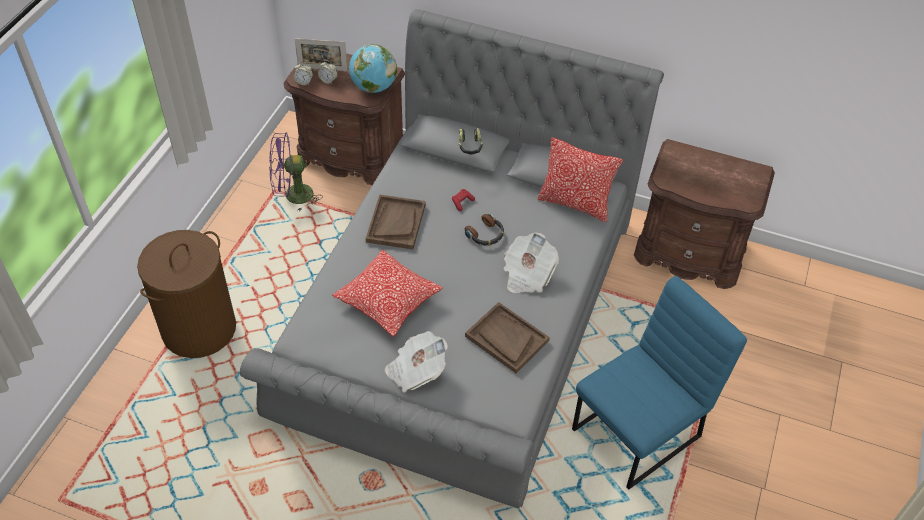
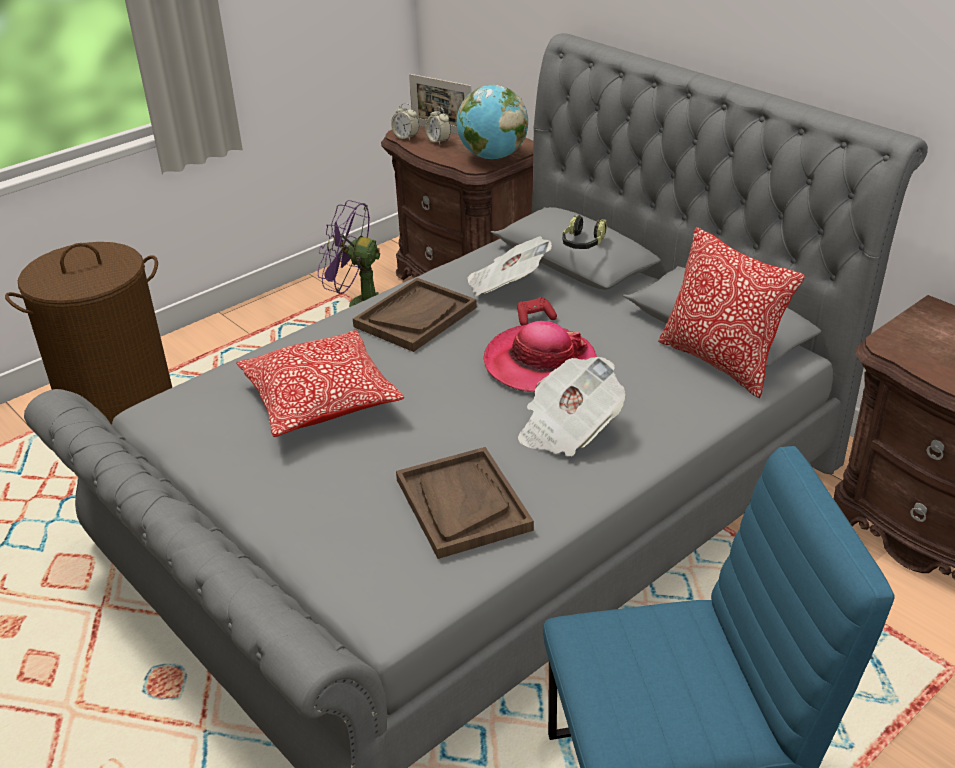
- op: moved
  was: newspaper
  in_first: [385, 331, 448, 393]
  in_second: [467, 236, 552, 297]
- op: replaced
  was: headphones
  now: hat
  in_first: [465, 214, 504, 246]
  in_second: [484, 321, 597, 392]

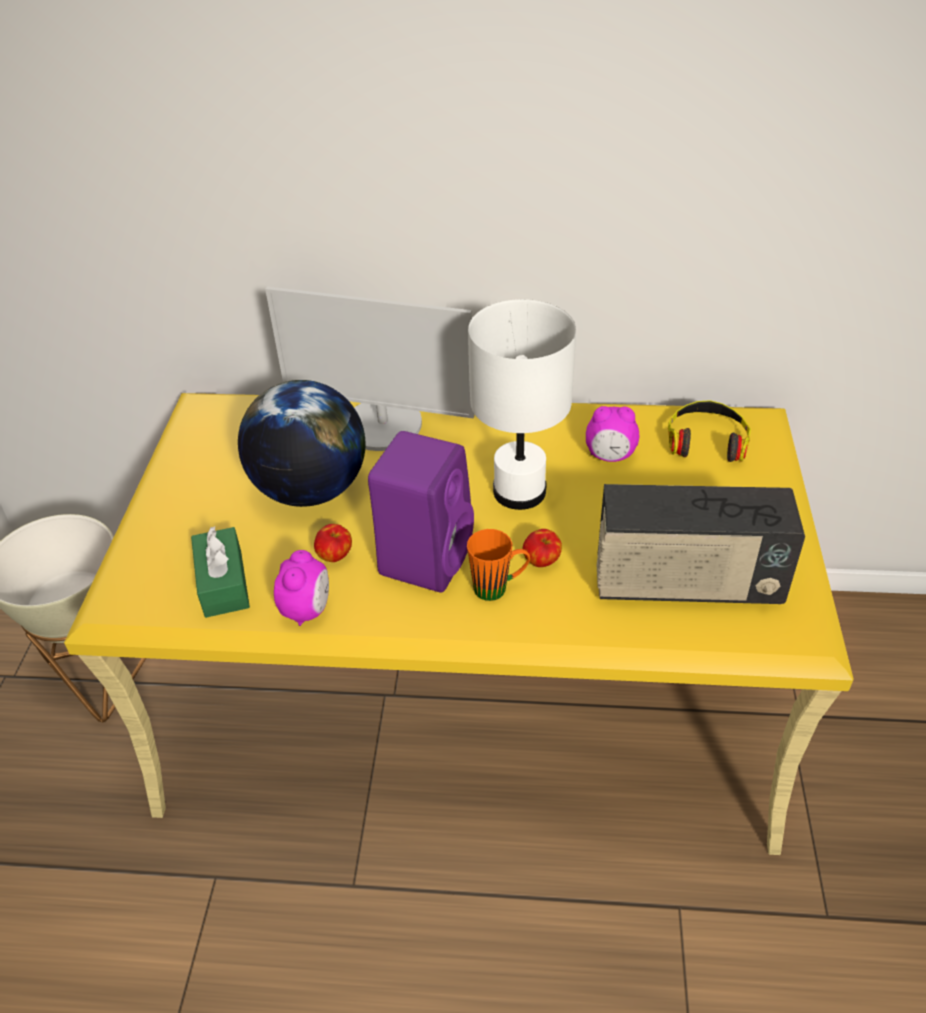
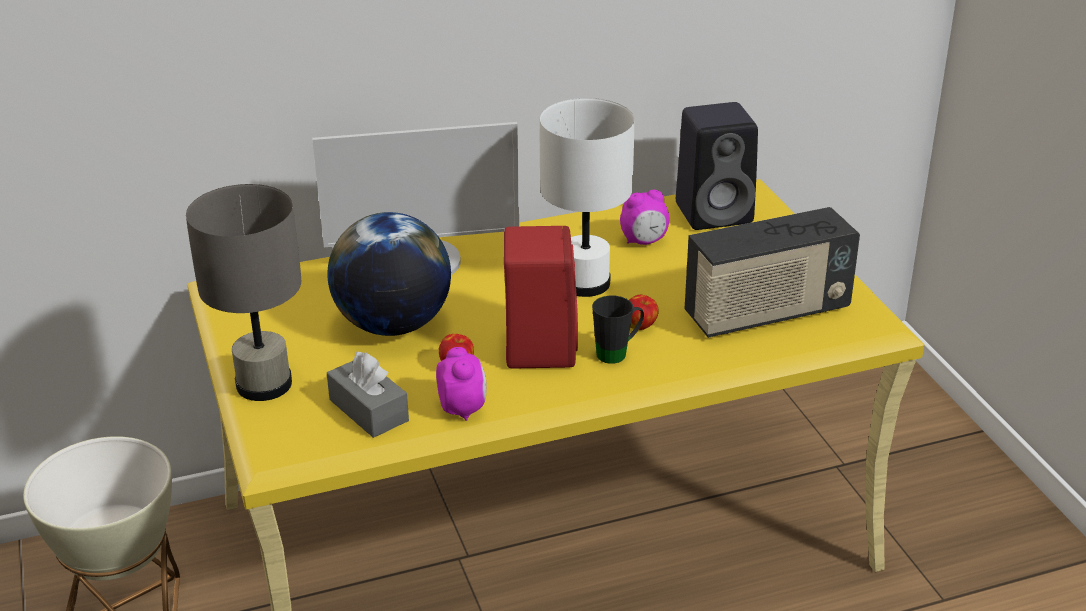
- op: added
  now: grey table lamp
  in_second: [186, 184, 301, 401]
- op: recoloured
  was: green tissue box
  now: grey tissue box
  in_first: [191, 526, 250, 618]
  in_second: [327, 352, 409, 438]
- op: recoloured
  was: purple speaker
  now: red speaker
  in_first: [368, 431, 474, 593]
  in_second: [504, 226, 578, 368]
- op: recoloured
  was: orange mug
  now: black mug
  in_first: [467, 529, 530, 601]
  in_second: [592, 296, 644, 364]
- op: replaced
  was: headphones
  now: black speaker
  in_first: [668, 400, 751, 462]
  in_second: [676, 102, 758, 230]

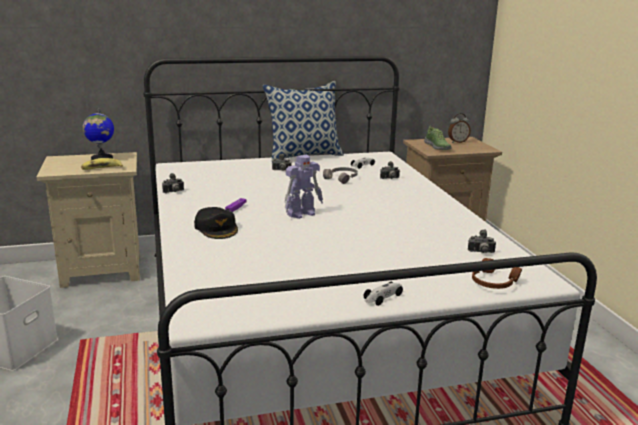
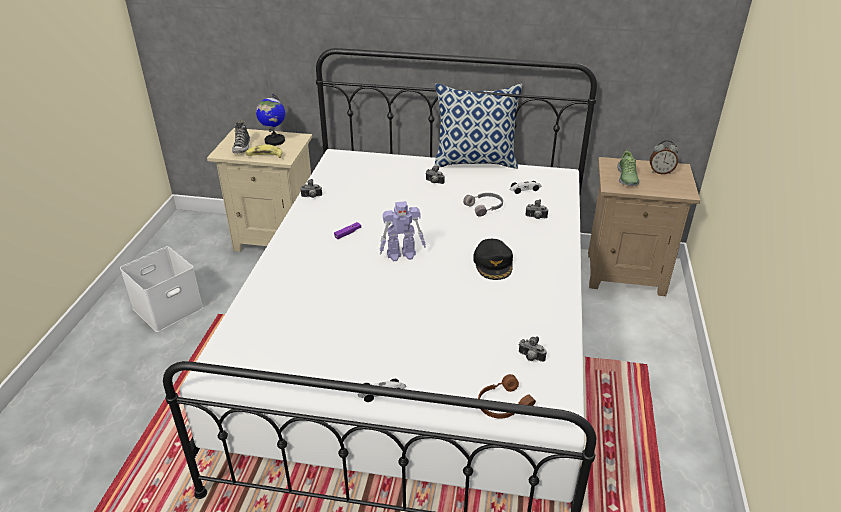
- op: added
  now: shoe
  in_second: [232, 120, 250, 153]
- op: moved
  was: black cap
  in_first: [194, 207, 238, 239]
  in_second: [473, 239, 513, 280]

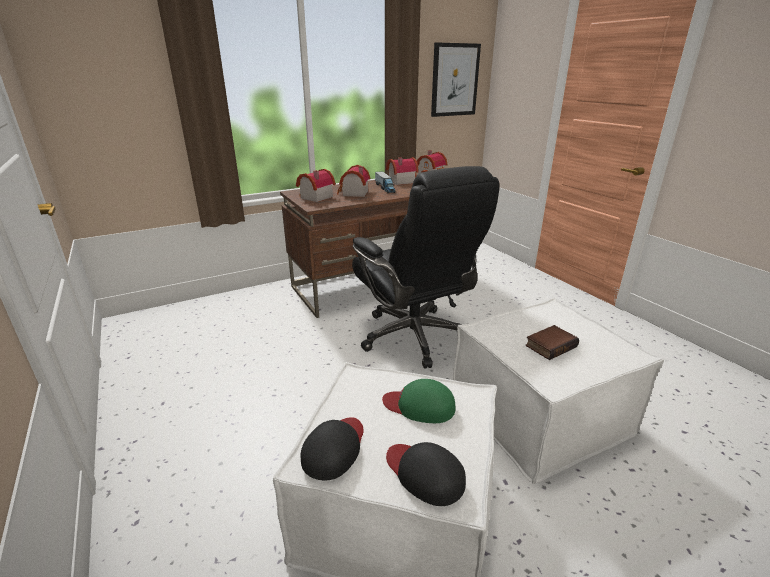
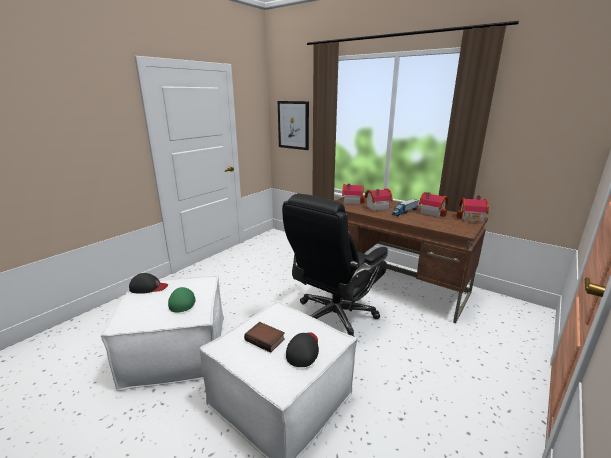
- op: moved
  was: picture
  in_first: [431, 42, 481, 117]
  in_second: [278, 101, 309, 150]
- op: moved
  was: black cap
  in_first: [386, 442, 466, 506]
  in_second: [286, 332, 319, 367]

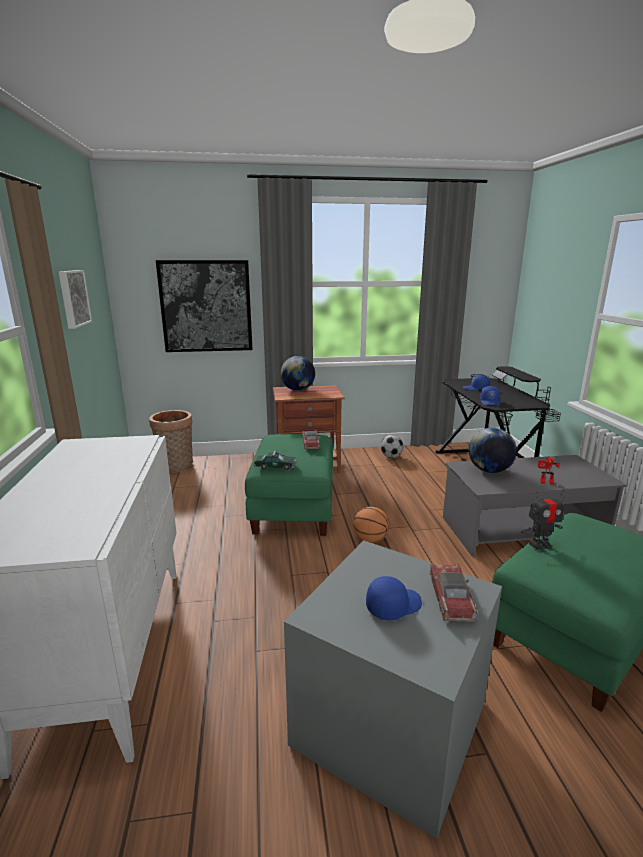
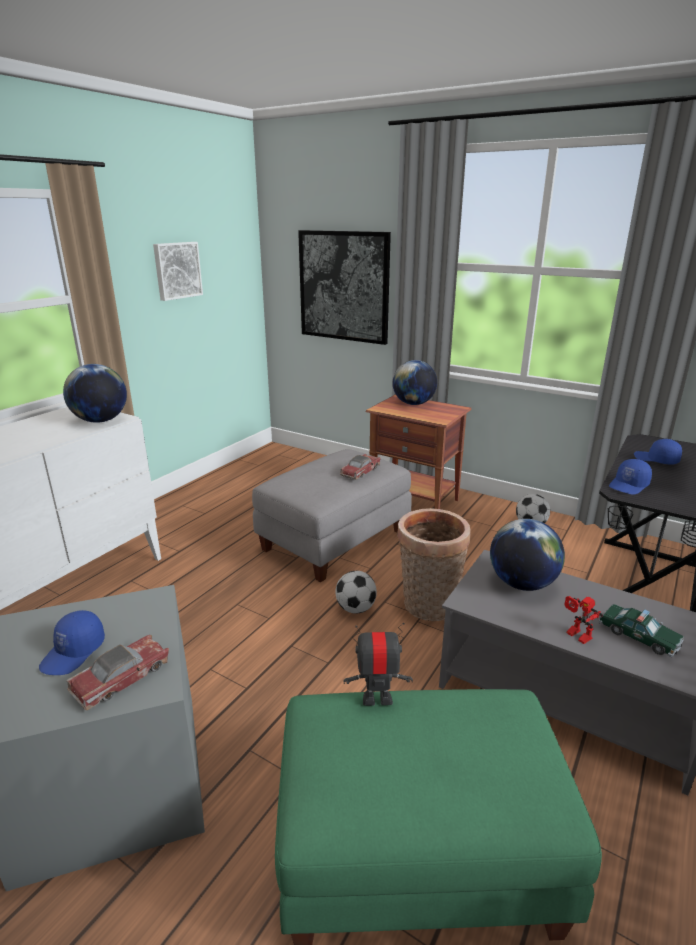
- op: turned
  was: blue cap
  in_first: [366, 576, 422, 620]
  in_second: [39, 610, 105, 675]
  clockwise: 105
- op: added
  now: globe
  in_second: [63, 364, 127, 423]
- op: recoloured
  was: green ottoman
  now: grey ottoman
  in_first: [245, 434, 333, 536]
  in_second: [252, 449, 412, 582]
- op: replaced
  was: basketball
  now: football
  in_first: [353, 507, 390, 543]
  in_second: [336, 571, 377, 614]
- op: turned
  was: toy robot
  in_first: [521, 490, 565, 550]
  in_second: [344, 622, 413, 706]
  clockwise: 150
- op: moved
  was: basket
  in_first: [149, 410, 193, 473]
  in_second: [397, 508, 471, 621]
- op: moved
  was: toy car
  in_first: [254, 451, 296, 470]
  in_second: [599, 604, 684, 657]

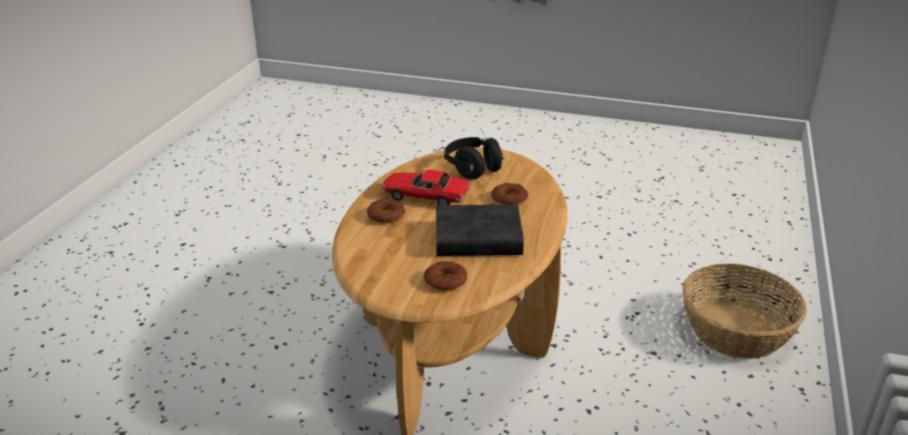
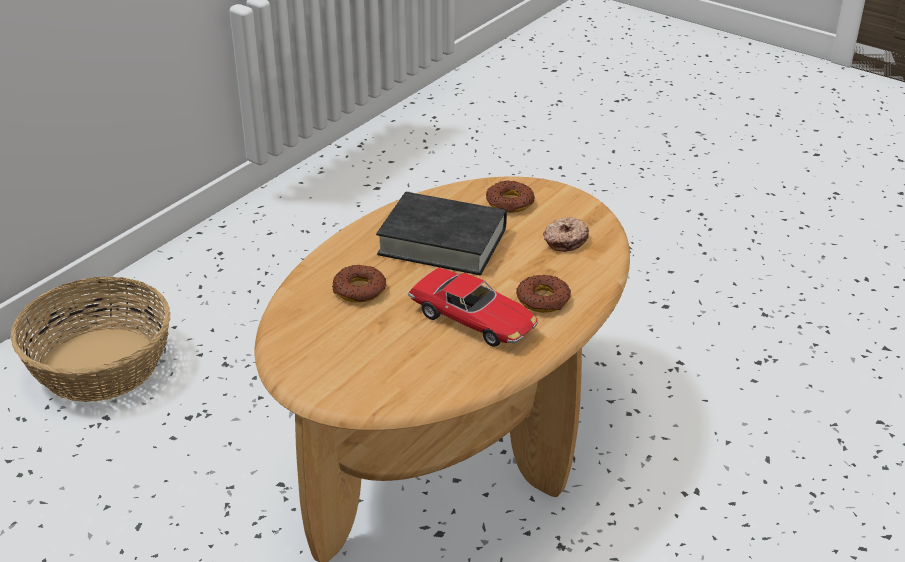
- op: added
  now: donut
  in_second: [543, 217, 589, 252]
- op: removed
  was: black headphones
  in_first: [444, 137, 504, 179]

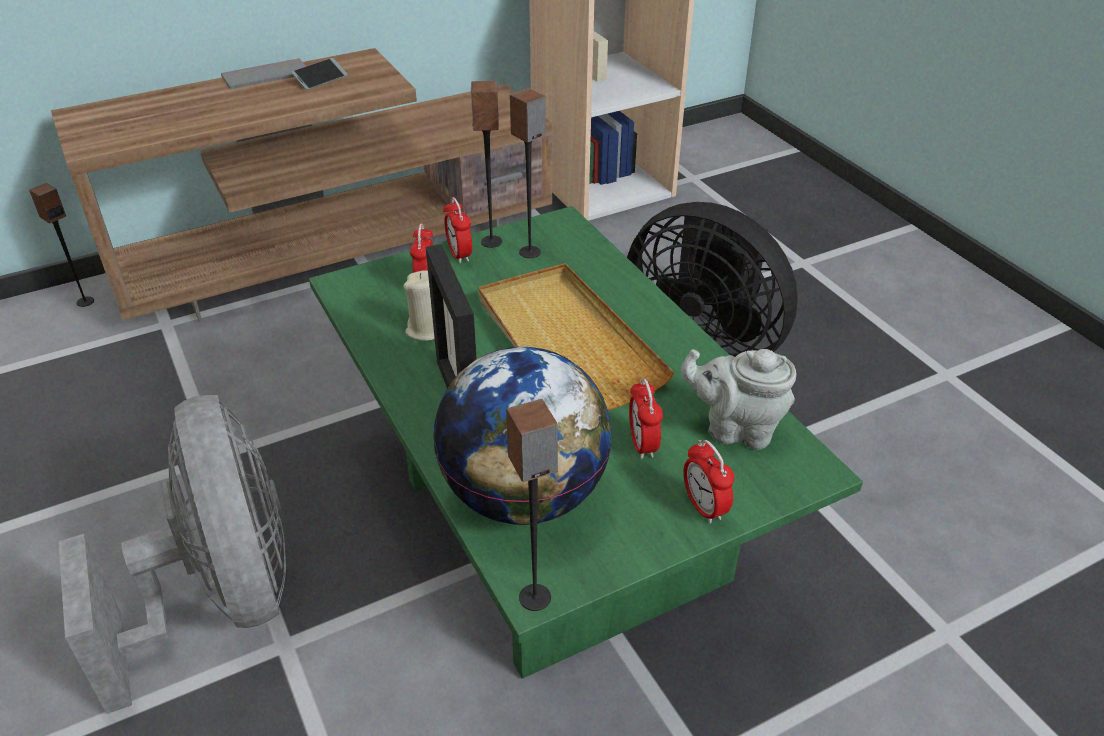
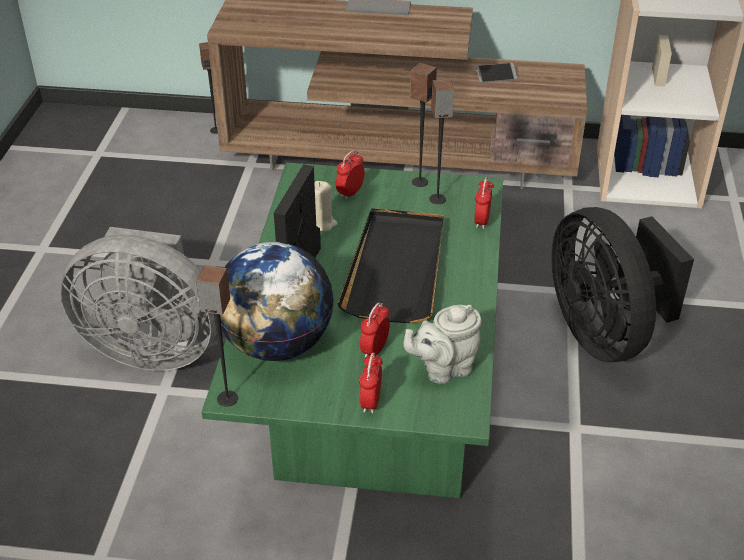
- op: turned
  was: grey fan
  in_first: [59, 395, 286, 714]
  in_second: [60, 227, 216, 371]
  clockwise: 90
- op: recoloured
  was: beige tray
  now: black tray
  in_first: [478, 263, 674, 410]
  in_second: [337, 208, 444, 323]
- op: turned
  was: grey teapot
  in_first: [681, 349, 796, 450]
  in_second: [403, 305, 481, 384]
  clockwise: -75
- op: moved
  was: alarm clock
  in_first: [443, 197, 472, 263]
  in_second: [474, 177, 494, 229]
- op: moved
  was: phone
  in_first: [291, 58, 348, 90]
  in_second: [476, 63, 517, 83]

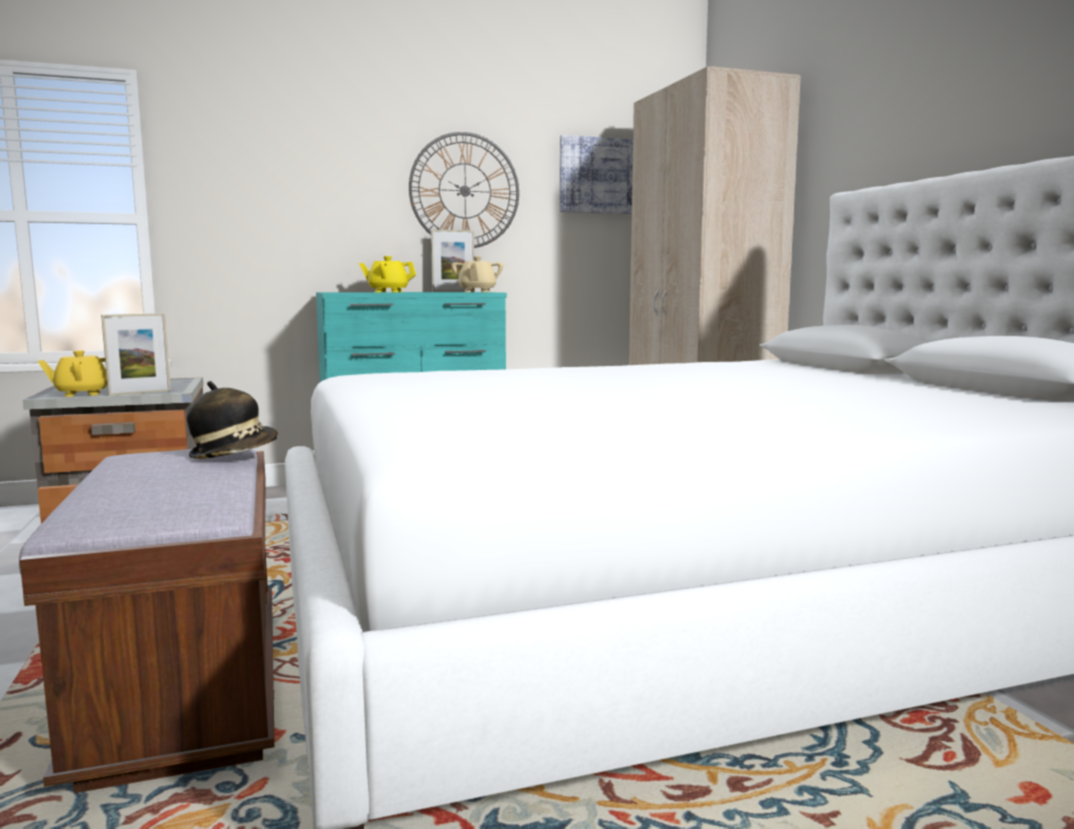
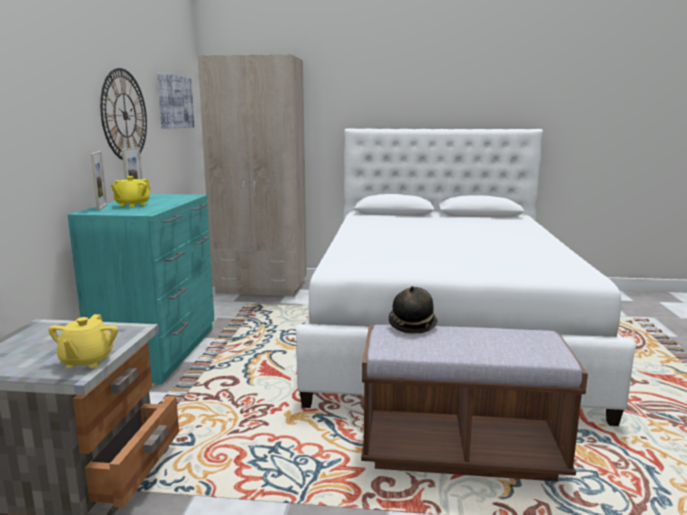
- op: moved
  was: picture frame
  in_first: [101, 313, 171, 396]
  in_second: [91, 151, 107, 211]
- op: removed
  was: beige teapot
  in_first: [451, 256, 503, 292]

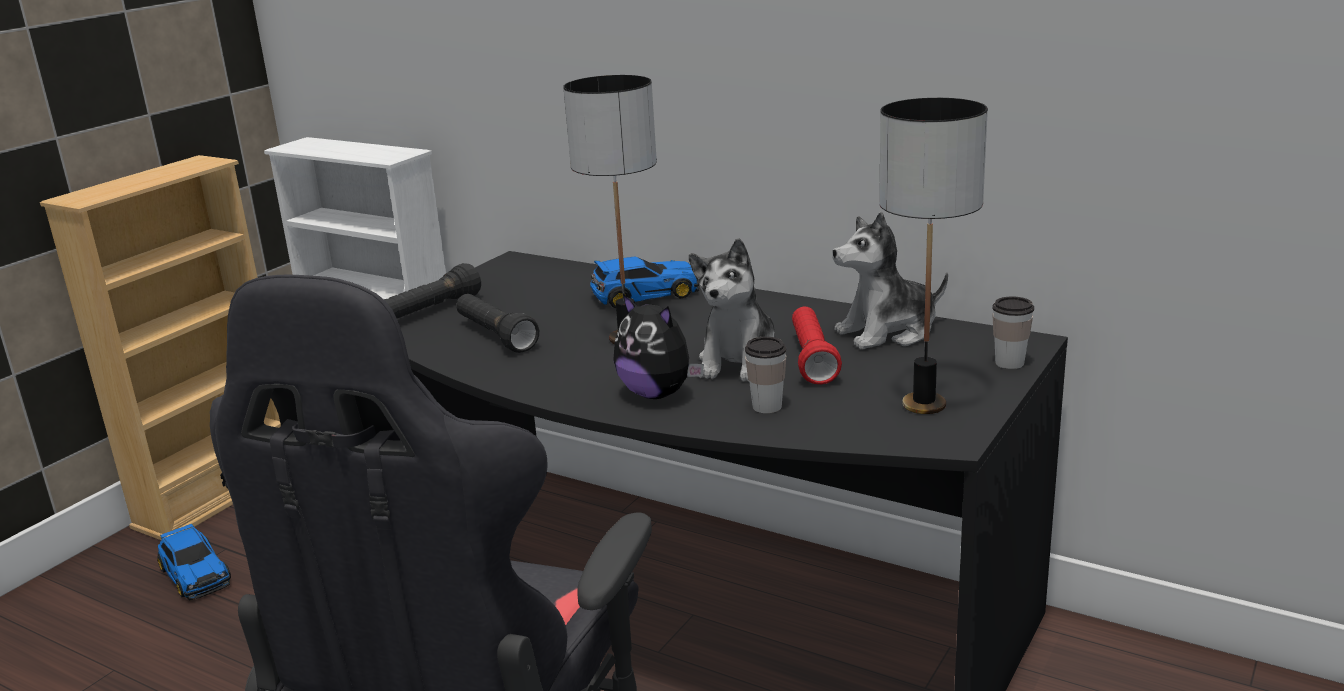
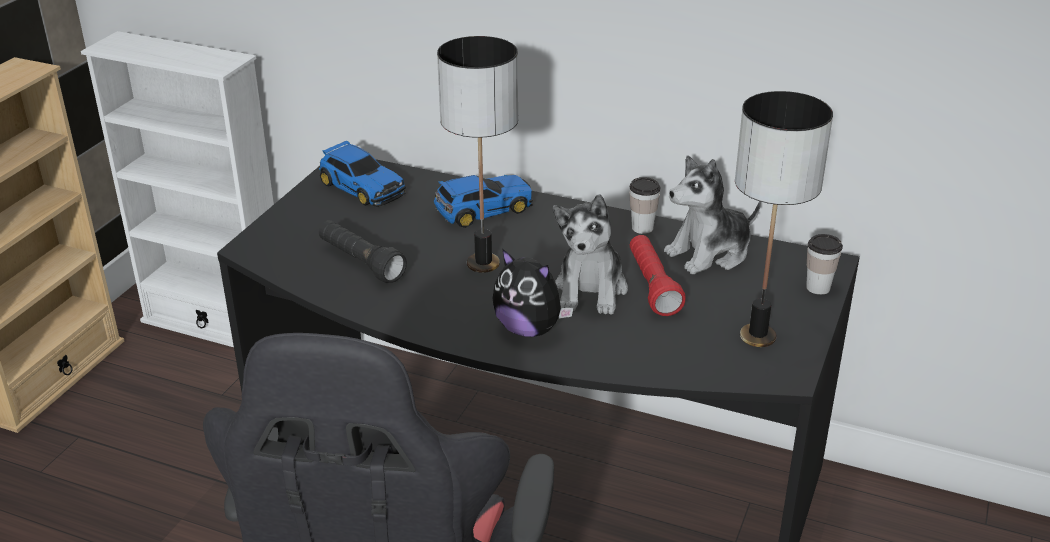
- op: moved
  was: toy car
  in_first: [157, 523, 231, 600]
  in_second: [319, 140, 406, 207]
- op: moved
  was: cup
  in_first: [745, 337, 786, 413]
  in_second: [630, 177, 660, 234]
- op: removed
  was: black flashlight
  in_first: [384, 263, 481, 318]

